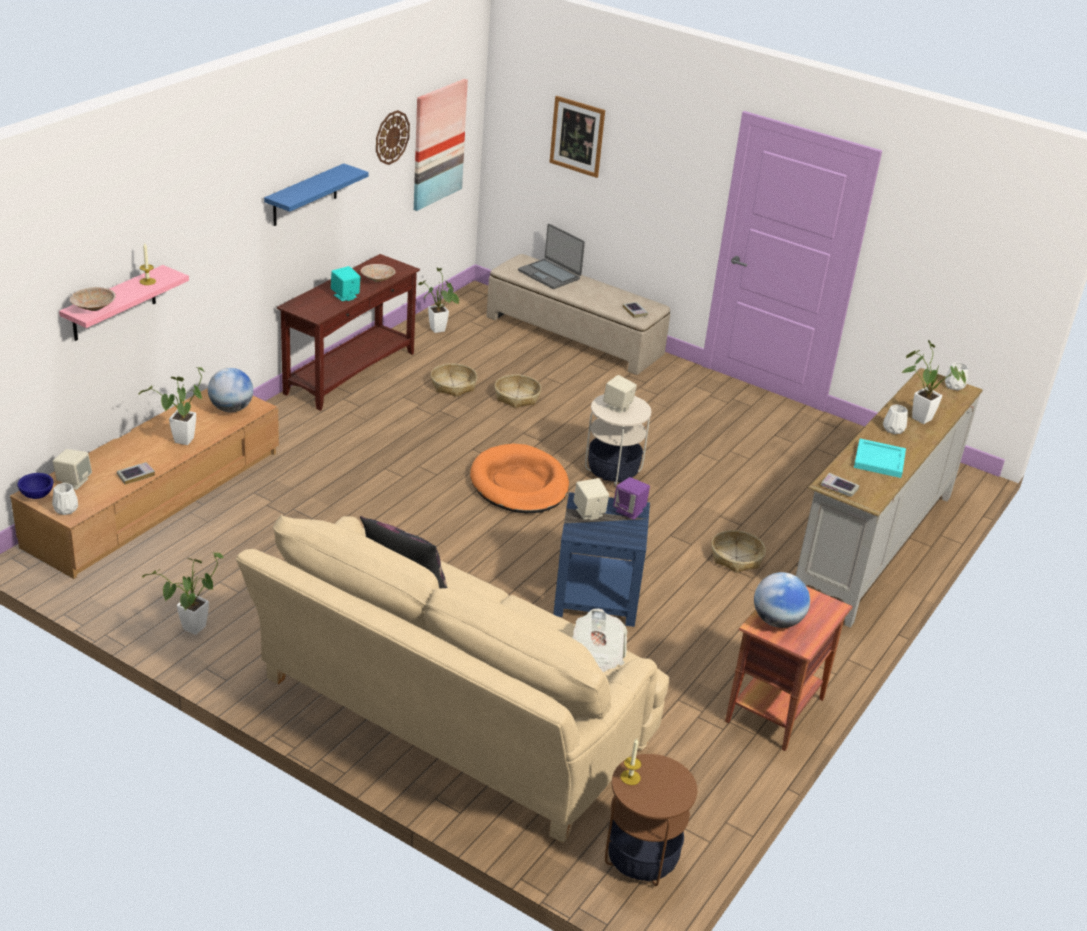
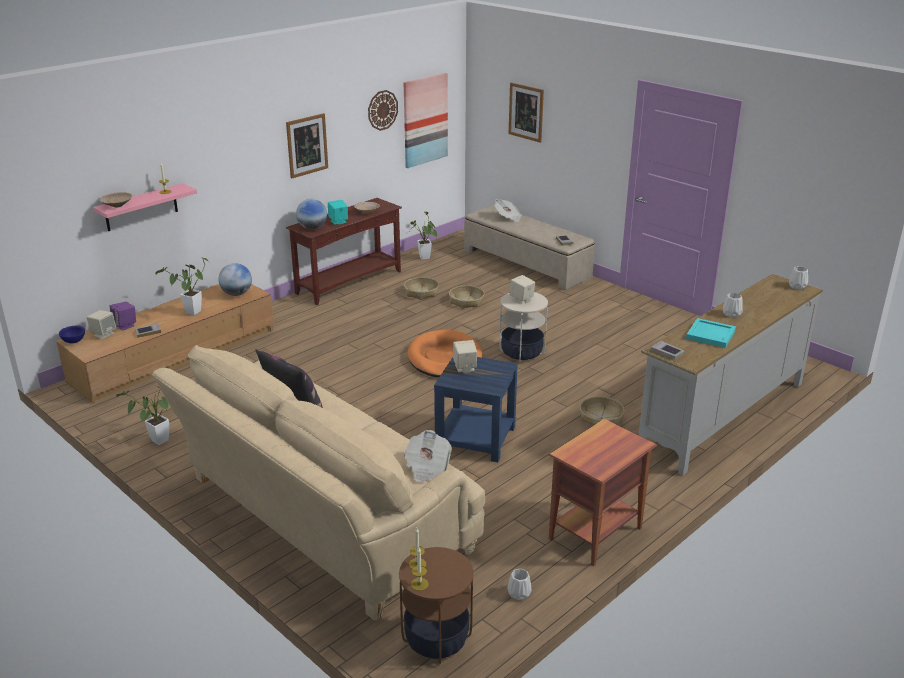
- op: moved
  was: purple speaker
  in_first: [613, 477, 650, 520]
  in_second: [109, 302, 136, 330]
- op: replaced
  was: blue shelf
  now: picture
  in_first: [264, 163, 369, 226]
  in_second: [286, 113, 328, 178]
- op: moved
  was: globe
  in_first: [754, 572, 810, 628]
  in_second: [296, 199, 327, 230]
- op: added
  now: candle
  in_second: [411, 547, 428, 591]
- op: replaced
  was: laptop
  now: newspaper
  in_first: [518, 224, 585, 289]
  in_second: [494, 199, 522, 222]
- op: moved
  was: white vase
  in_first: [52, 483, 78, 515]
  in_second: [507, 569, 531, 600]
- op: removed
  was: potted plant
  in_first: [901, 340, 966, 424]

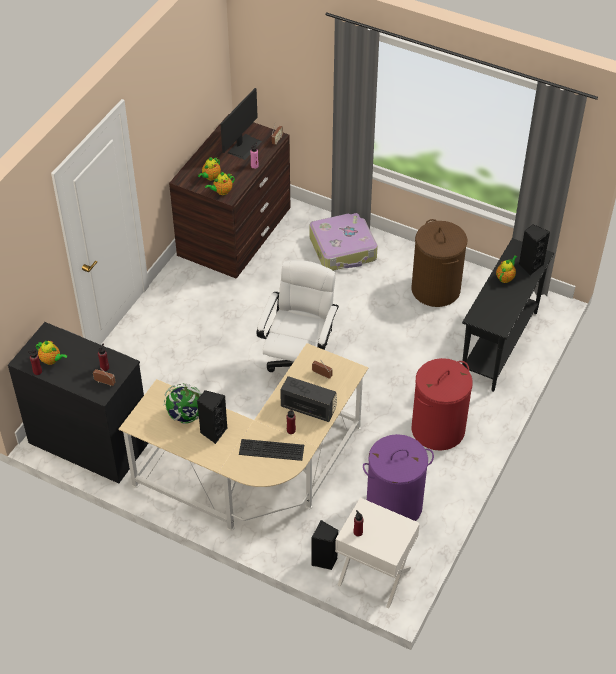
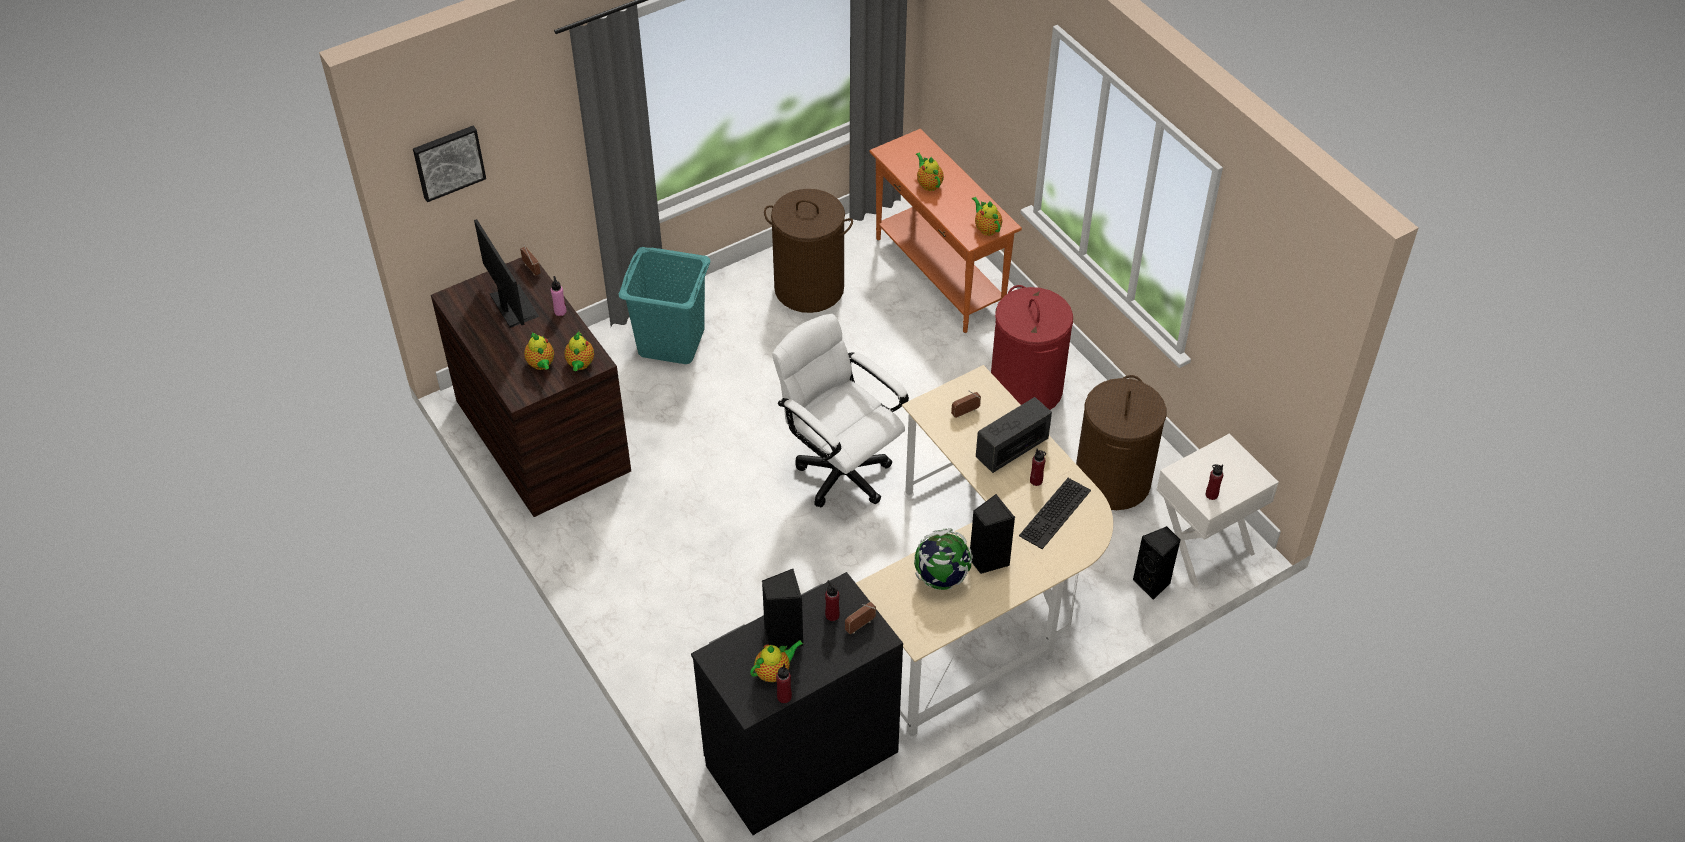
- op: added
  now: picture
  in_second: [413, 126, 486, 202]
- op: replaced
  was: suitcase
  now: turquoise laundry basket
  in_first: [309, 213, 378, 271]
  in_second: [619, 247, 711, 364]
- op: moved
  was: black speaker
  in_first: [519, 224, 550, 276]
  in_second: [762, 569, 803, 648]
- op: recoloured
  was: black console table
  now: orange console table
  in_first: [462, 238, 554, 392]
  in_second: [869, 128, 1022, 333]
- op: added
  now: teapot
  in_second: [972, 197, 1002, 236]
- op: recoloured
  was: purple laundry basket
  now: brown laundry basket
  in_first: [363, 434, 434, 521]
  in_second: [1076, 375, 1166, 510]

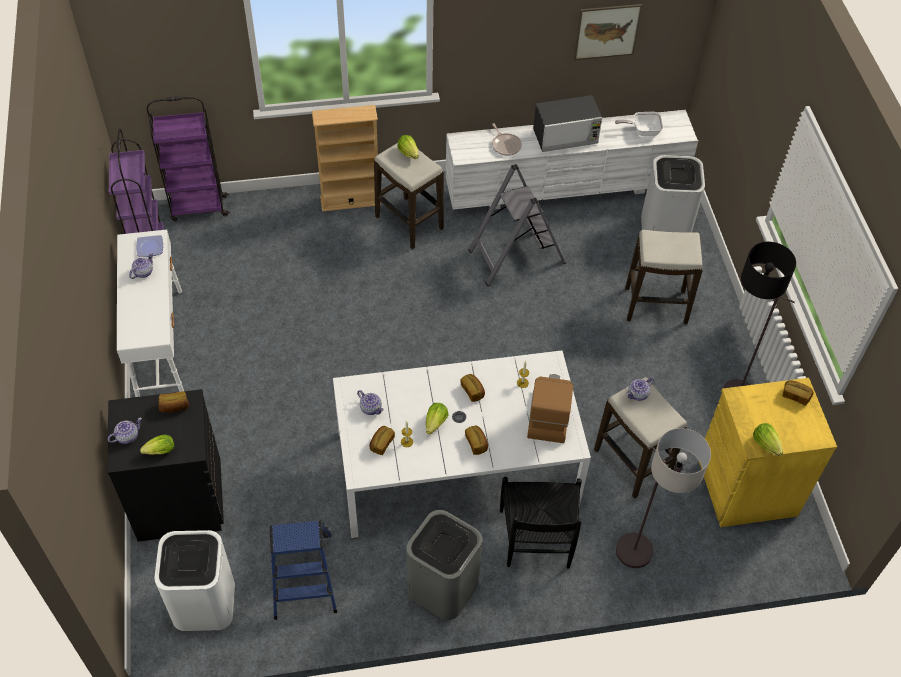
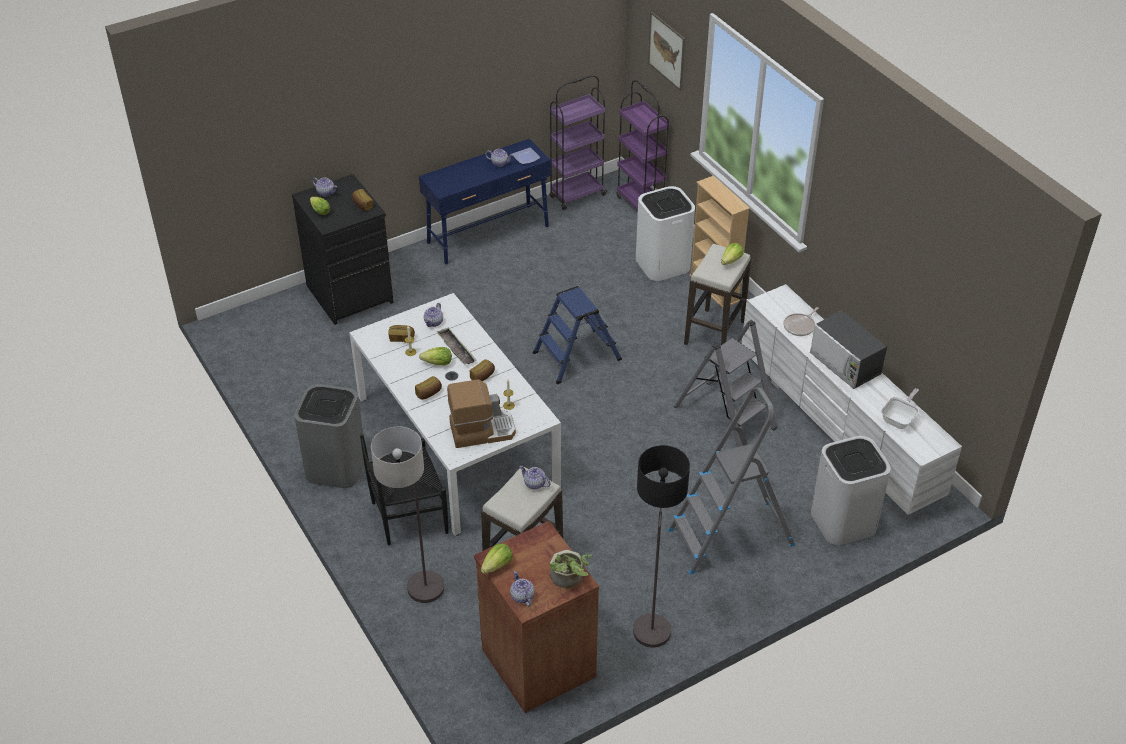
- op: recoloured
  was: white console table
  now: blue console table
  in_first: [117, 230, 184, 397]
  in_second: [419, 139, 551, 264]
- op: added
  now: tray
  in_second: [437, 327, 476, 365]
- op: recoloured
  was: yellow dresser
  now: brown dresser
  in_first: [699, 378, 837, 527]
  in_second: [474, 521, 599, 713]
- op: added
  now: teapot
  in_second: [510, 571, 535, 607]
- op: moved
  was: blue step ladder
  in_first: [270, 520, 337, 620]
  in_second: [533, 286, 622, 385]
- op: replaced
  was: bread
  now: potted plant
  in_first: [782, 380, 813, 406]
  in_second: [550, 550, 592, 589]
- op: moved
  was: white trash can
  in_first: [155, 530, 235, 631]
  in_second: [636, 186, 695, 281]
- op: moved
  was: picture
  in_first: [574, 4, 642, 60]
  in_second: [648, 12, 685, 91]
- op: replaced
  was: stool
  now: grey step ladder
  in_first: [625, 230, 703, 324]
  in_second: [667, 388, 795, 574]
- op: turned
  was: frying pan
  in_first: [615, 112, 663, 136]
  in_second: [881, 388, 919, 429]
  clockwise: 60

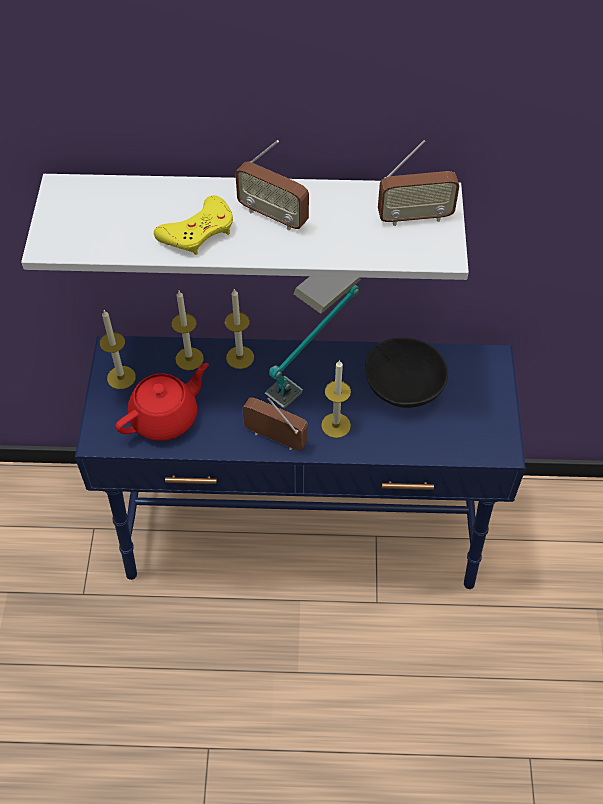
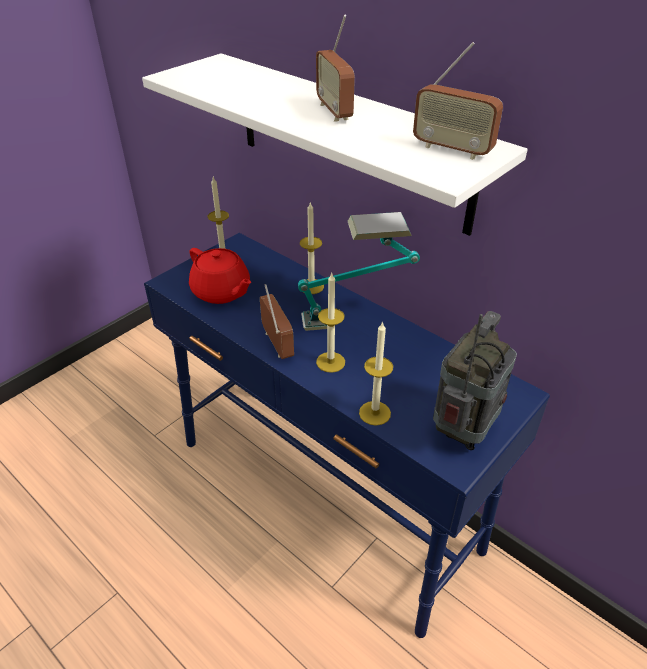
- op: turned
  was: red teapot
  in_first: [115, 363, 209, 441]
  in_second: [189, 248, 251, 304]
  clockwise: 45
- op: moved
  was: candle
  in_first: [171, 291, 204, 370]
  in_second: [359, 321, 393, 426]
- op: added
  now: radio
  in_second: [433, 311, 517, 450]
- op: removed
  was: yellow game controller
  in_first: [154, 195, 233, 255]
- op: removed
  was: black bowl
  in_first: [365, 338, 448, 408]

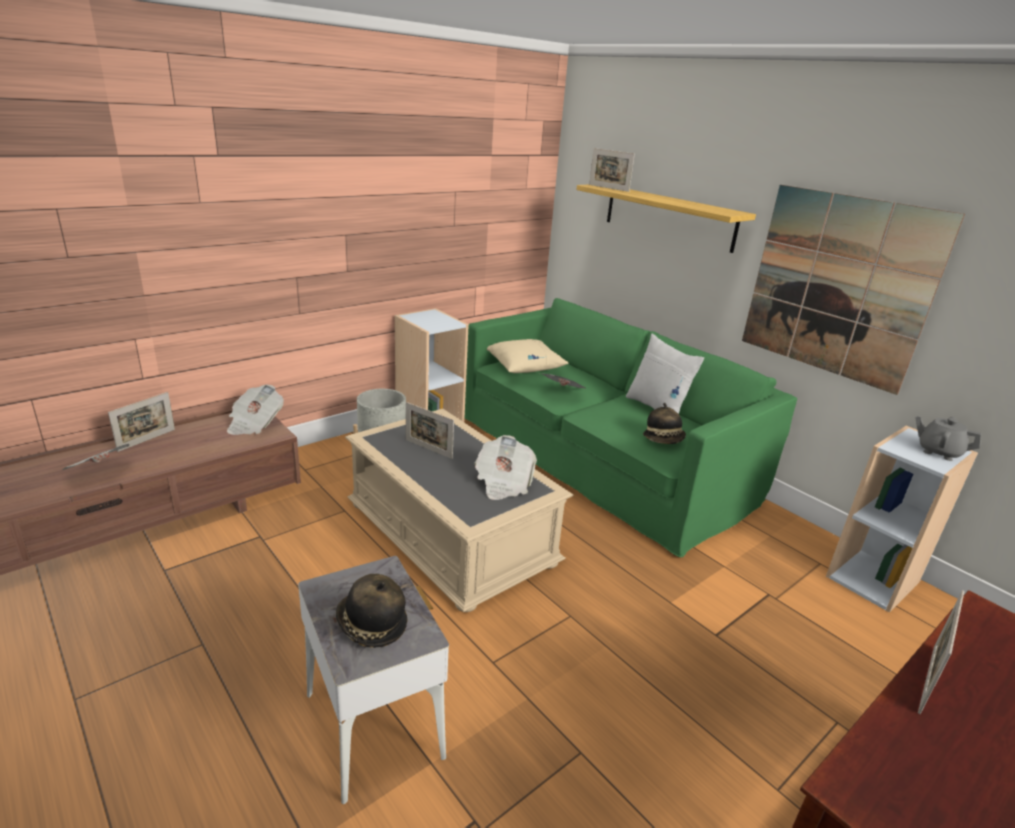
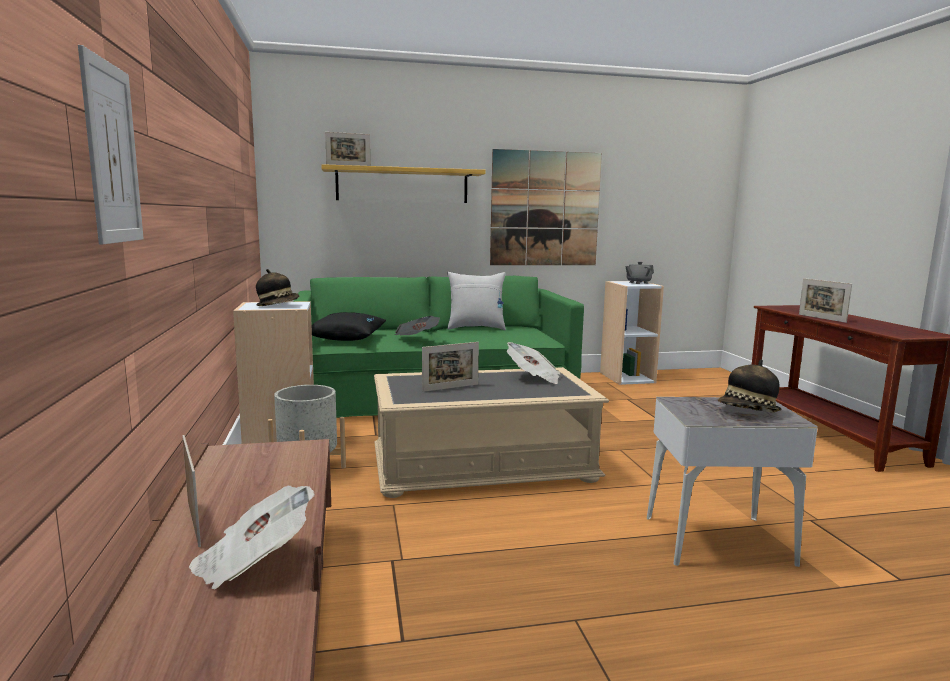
- op: added
  now: picture
  in_second: [78, 45, 144, 244]
- op: moved
  was: hat
  in_first: [643, 403, 686, 444]
  in_second: [256, 269, 299, 306]
- op: recoloured
  was: beige pillow
  now: black pillow
  in_first: [487, 339, 568, 373]
  in_second: [312, 312, 386, 341]
- op: removed
  was: newspaper
  in_first: [227, 384, 284, 435]

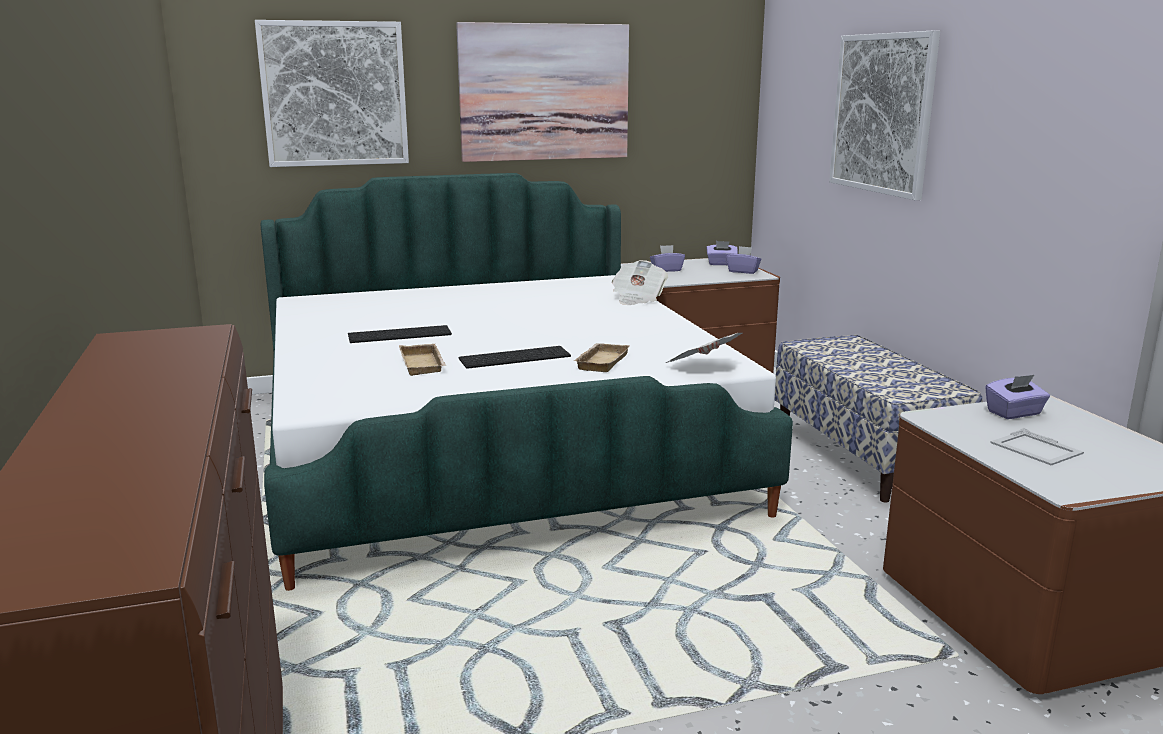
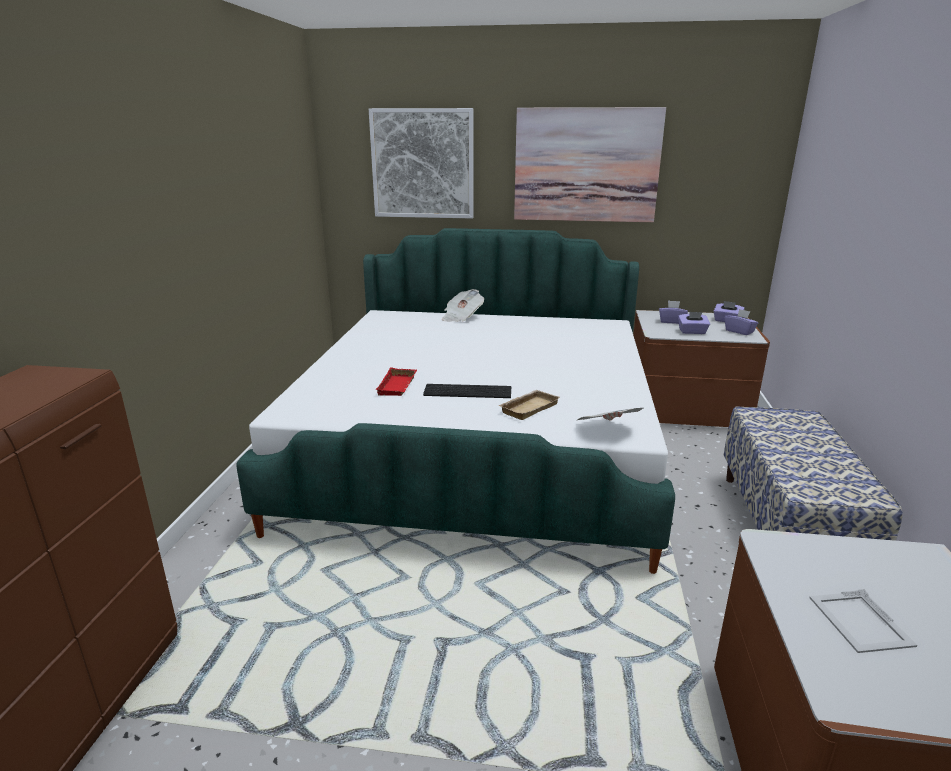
- op: recoloured
  was: beige tray
  now: red tray
  in_first: [399, 344, 446, 376]
  in_second: [375, 367, 417, 396]
- op: moved
  was: newspaper
  in_first: [612, 260, 668, 305]
  in_second: [442, 289, 484, 322]
- op: moved
  was: purple tissue box
  in_first: [985, 375, 1050, 419]
  in_second: [678, 312, 710, 334]
- op: removed
  was: keyboard
  in_first: [348, 325, 452, 343]
- op: removed
  was: picture
  in_first: [829, 30, 940, 200]

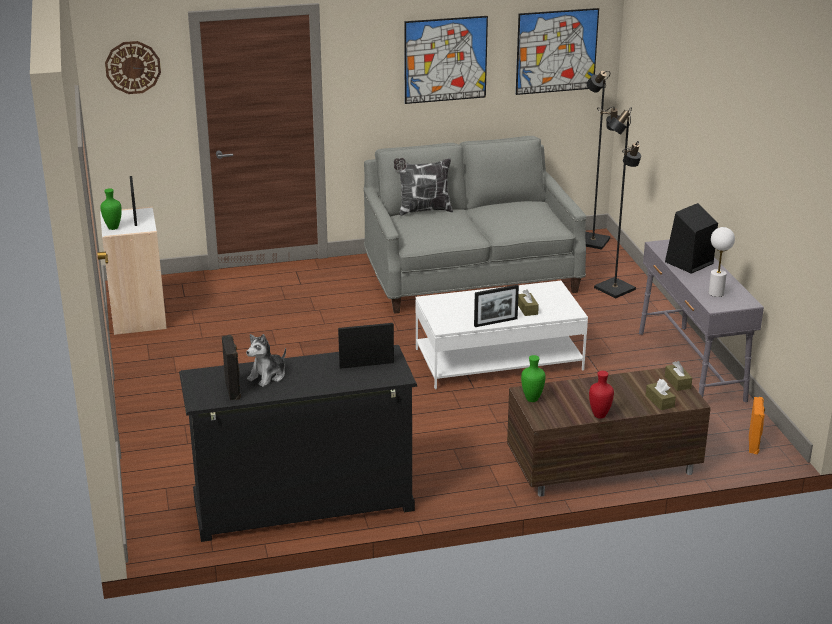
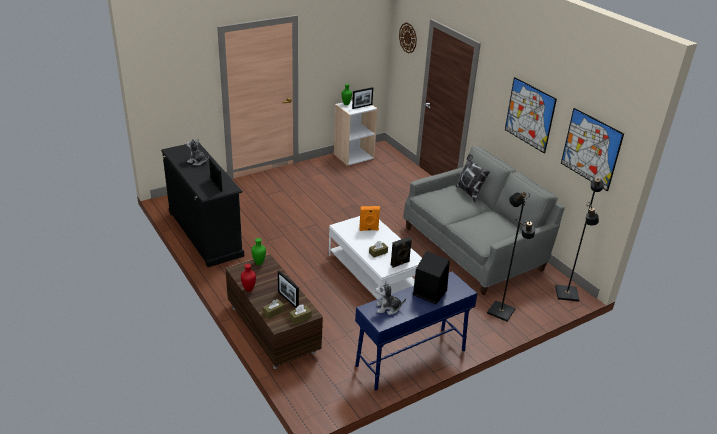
- op: moved
  was: picture frame
  in_first: [474, 285, 519, 327]
  in_second: [278, 271, 299, 308]
- op: recoloured
  was: grey console table
  now: blue console table
  in_first: [639, 239, 764, 402]
  in_second: [355, 271, 478, 390]
- op: moved
  was: orange speaker
  in_first: [749, 397, 765, 454]
  in_second: [359, 206, 380, 231]
- op: replaced
  was: white table lamp
  now: plush toy
  in_first: [709, 227, 735, 297]
  in_second: [375, 280, 406, 315]
- op: moved
  was: black speaker
  in_first: [222, 335, 241, 400]
  in_second: [391, 237, 412, 268]

